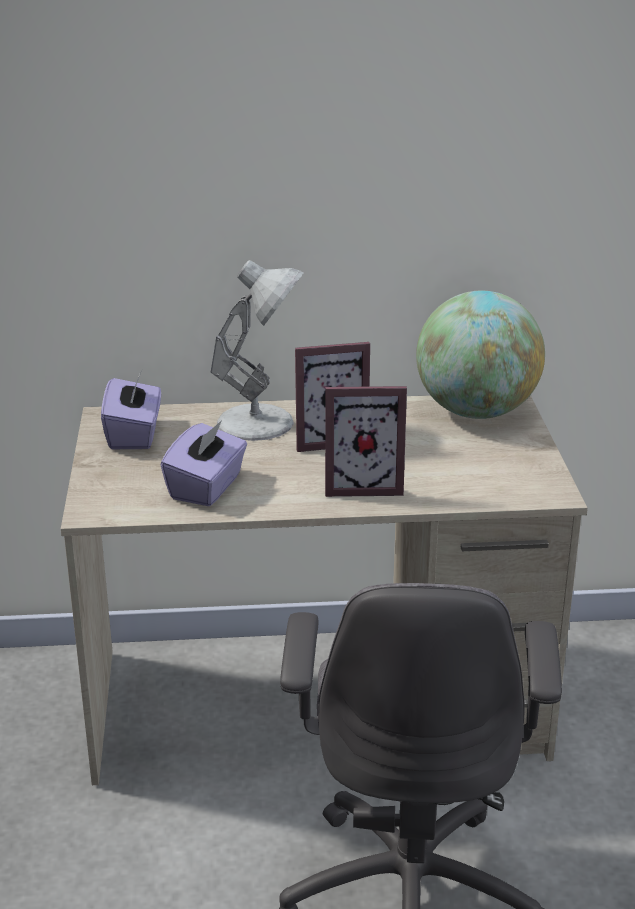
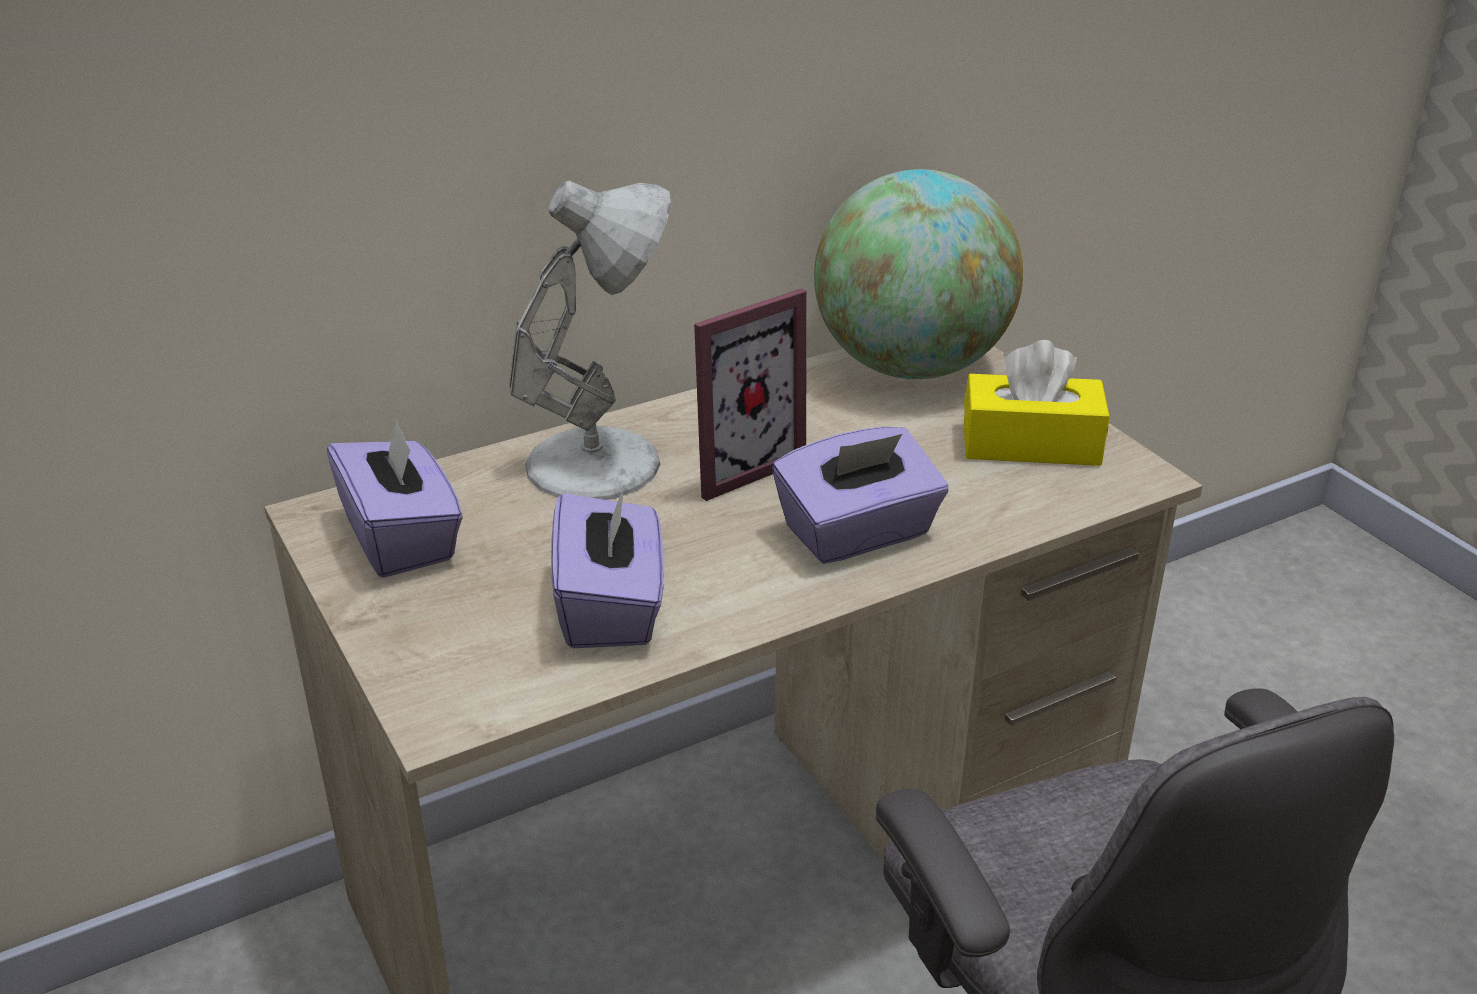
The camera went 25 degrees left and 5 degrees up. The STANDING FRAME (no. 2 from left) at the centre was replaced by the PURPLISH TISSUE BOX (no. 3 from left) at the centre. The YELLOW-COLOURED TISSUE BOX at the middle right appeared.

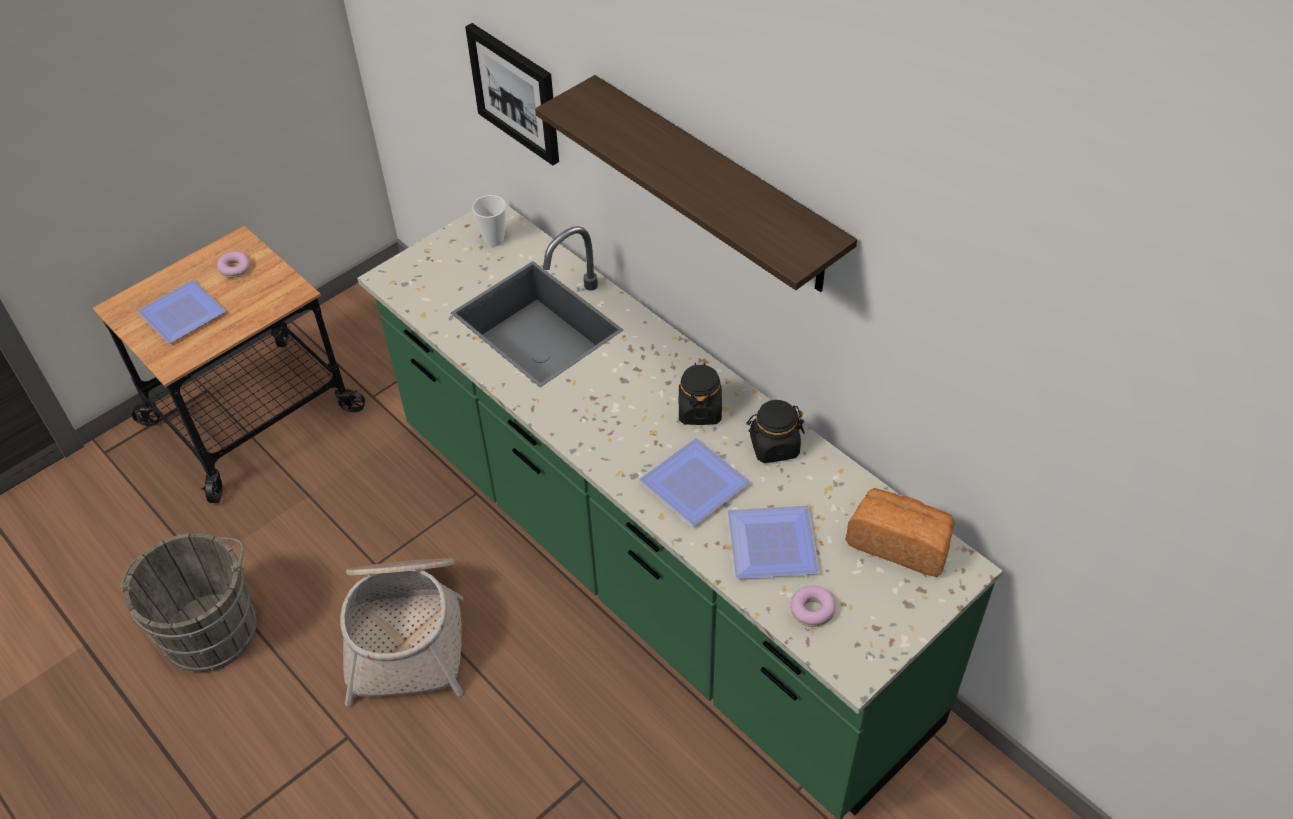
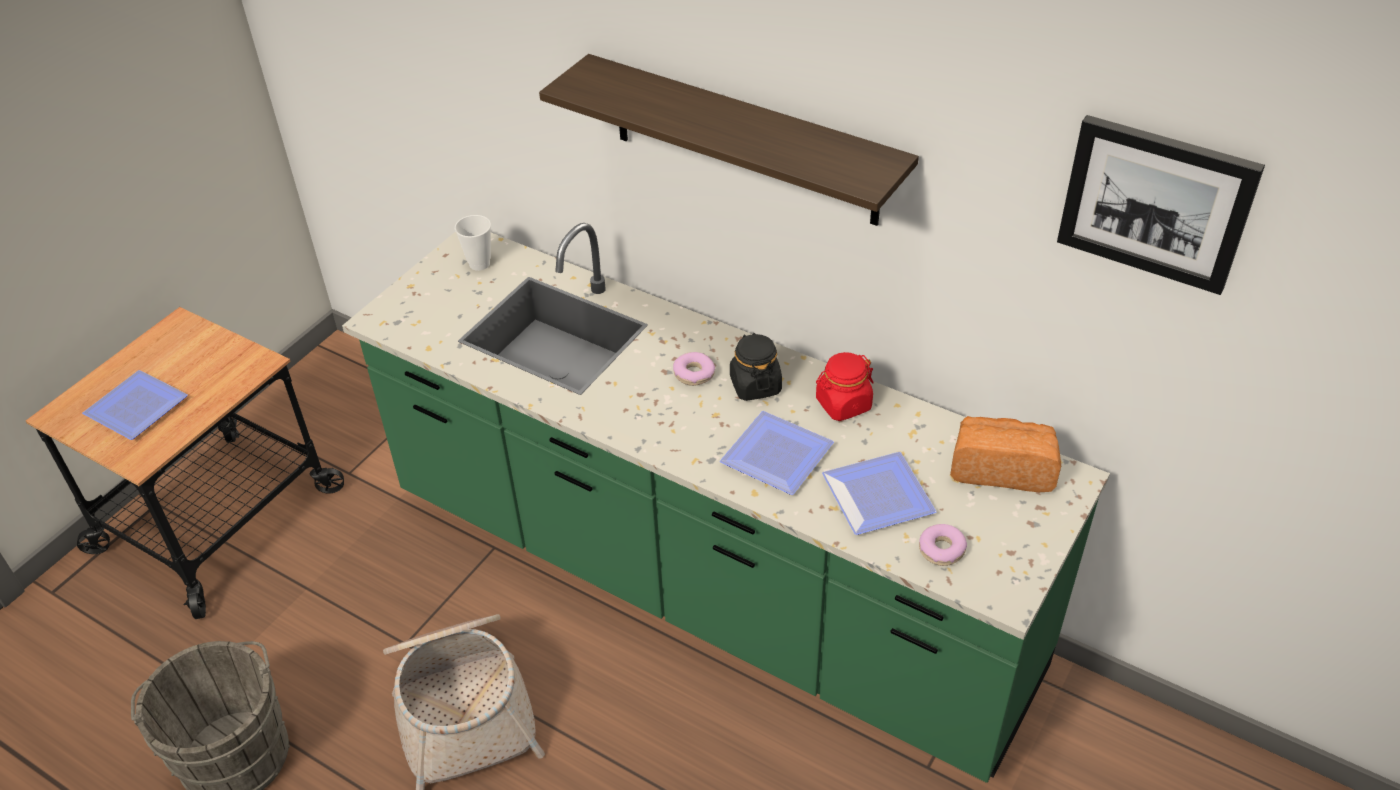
The camera went 15 degrees left and 5 degrees down. The DONUT (no. 1 from left) moved from the top left to the centre. The BLACKISH STORAGE JAR (no. 2 from left) at the centre became the REDDISH STORAGE JAR at the centre. The PICTURE moved from the top centre to the top right.

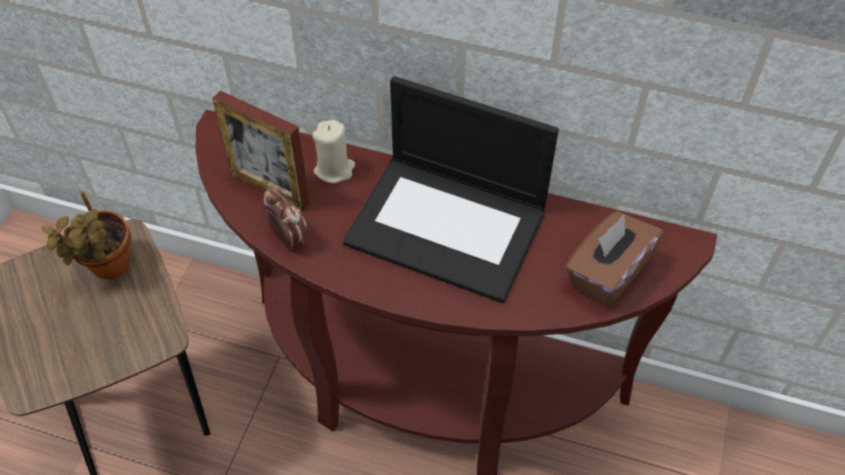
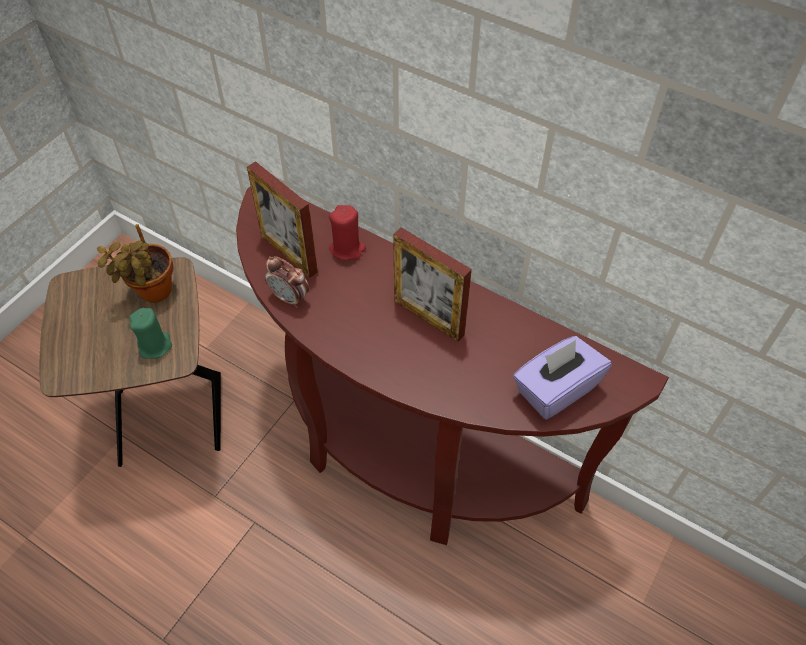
The camera went 15 degrees right and 0 degrees up. The GREENISH WAX LIGHT at the middle left appeared. The TABLE CLOCK at the centre turned 150 degrees clockwise. The BEIGE-COLOURED WAX LIGHT at the top centre became the REDDISH WAX LIGHT at the centre. The NOTEBOOK COMPUTER at the centre was replaced by the STANDING FRAME (no. 2 from left) at the centre. The BROWN TISSUE BOX at the middle right became the PURPLISH TISSUE BOX at the middle right.

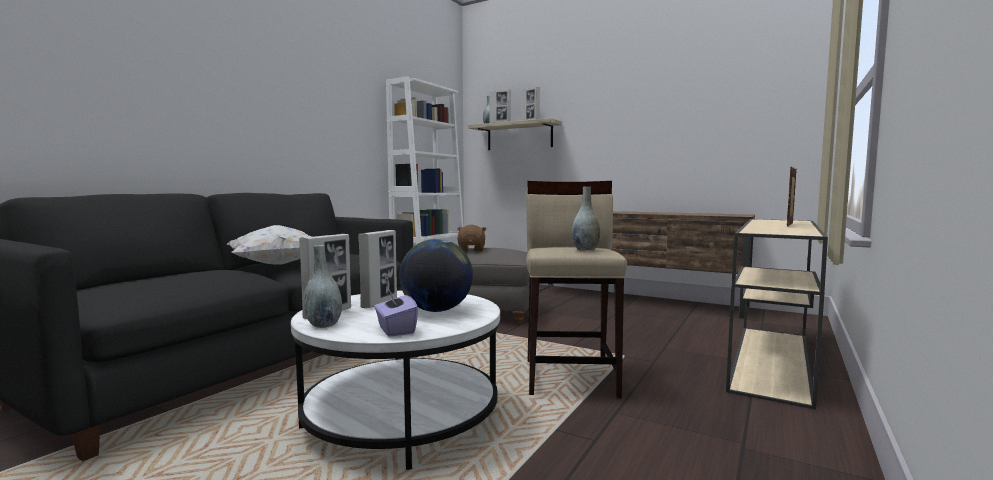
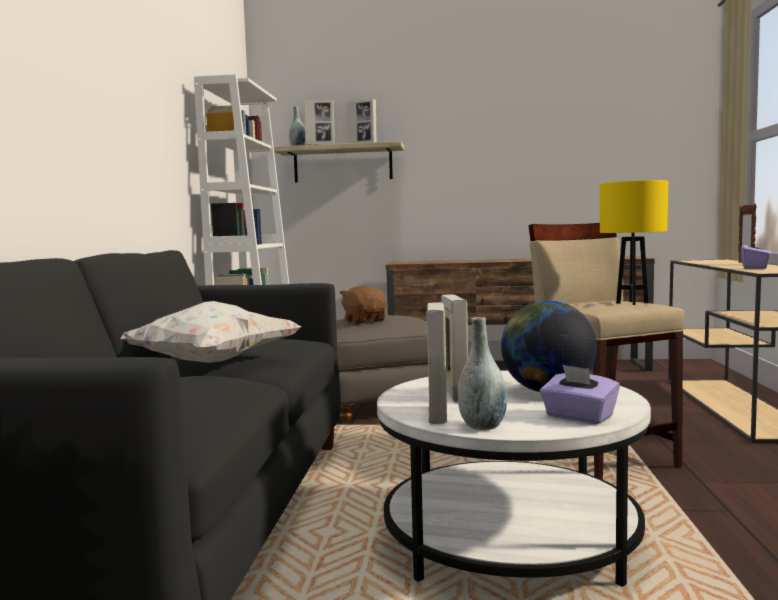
The camera went 25 degrees left and 0 degrees up. The GREY DECORATIVE VASE (no. 3 from left) at the centre was replaced by the YELLOW-COLOURED LAMP FOR A TABLE at the middle right. The PURPLISH TISSUE BOX (no. 2 from left) at the middle right appeared.

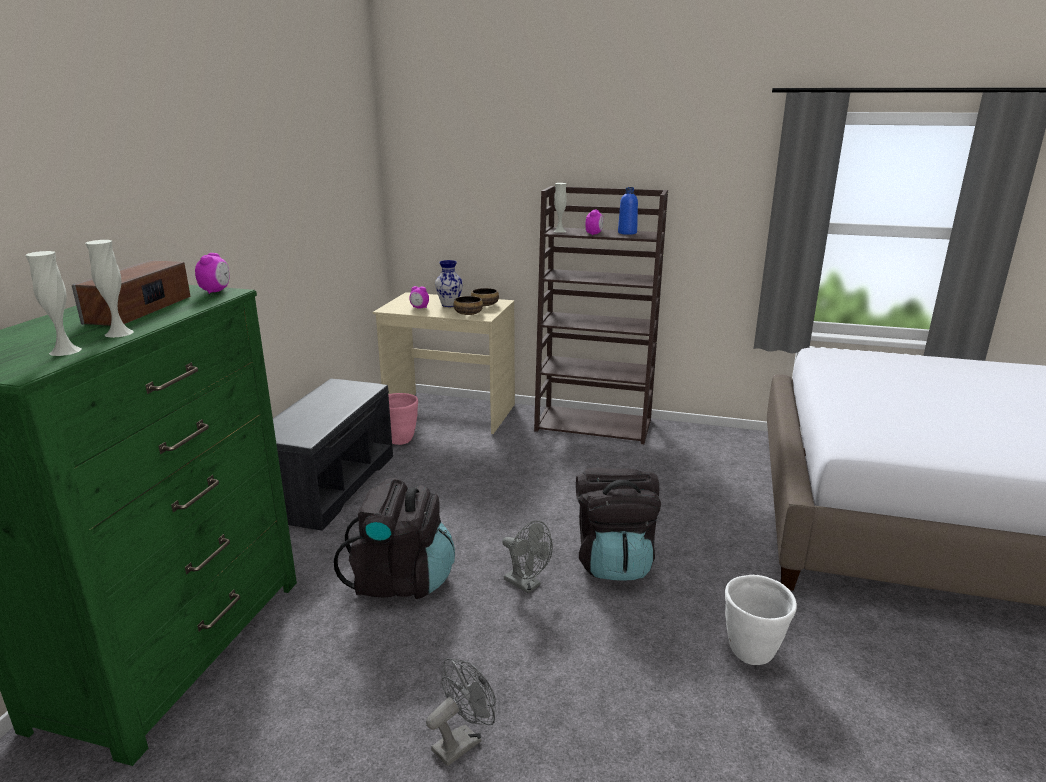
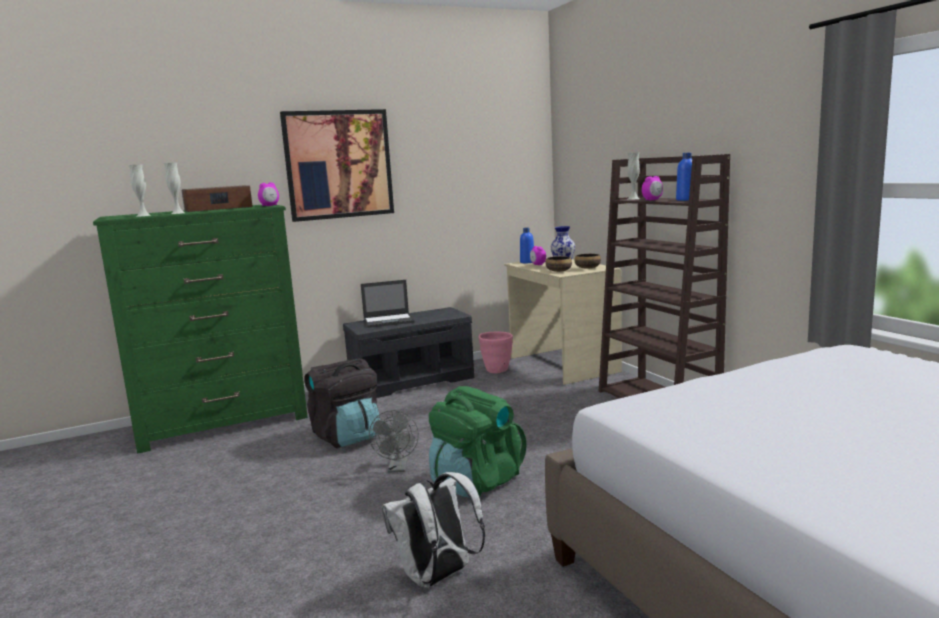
The camera went 50 degrees right and 10 degrees down. The PICTURE at the top centre appeared. The NOTEBOOK COMPUTER at the centre appeared. The WHITE PLANT POT at the bottom right was replaced by the WHITE KNAPSACK at the bottom centre. The BLACKISH KNAPSACK (no. 2 from left) at the bottom centre became the GREENISH KNAPSACK at the bottom centre. The BLUE BOTTLE (no. 1 from left) at the centre appeared. The GREY ELECTRIC FAN (no. 1 from left) at the bottom centre disappeared.

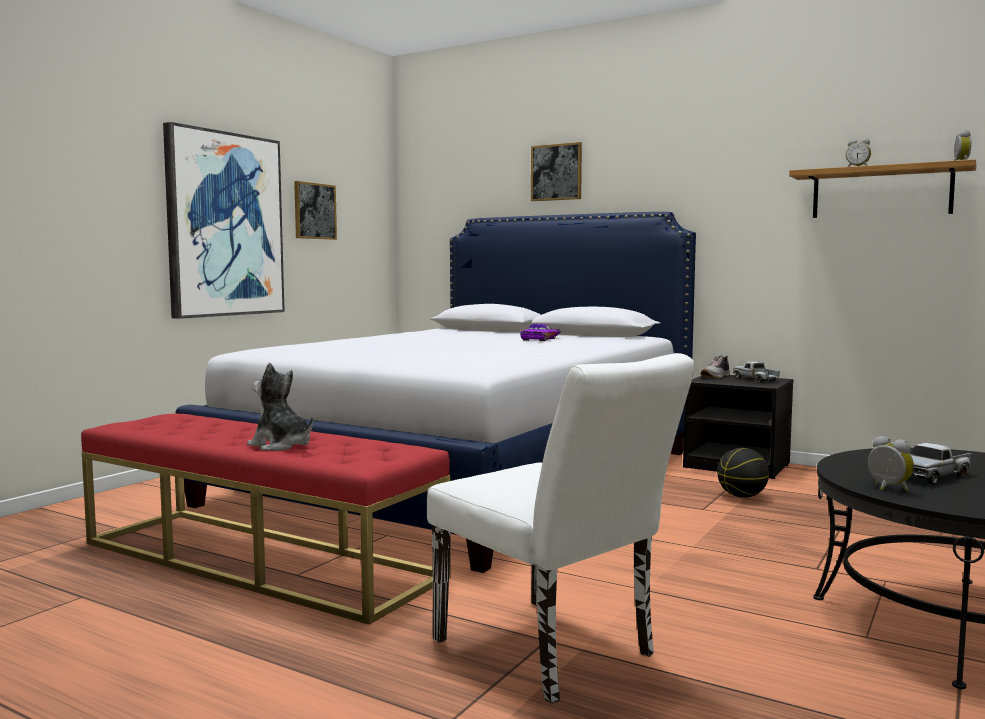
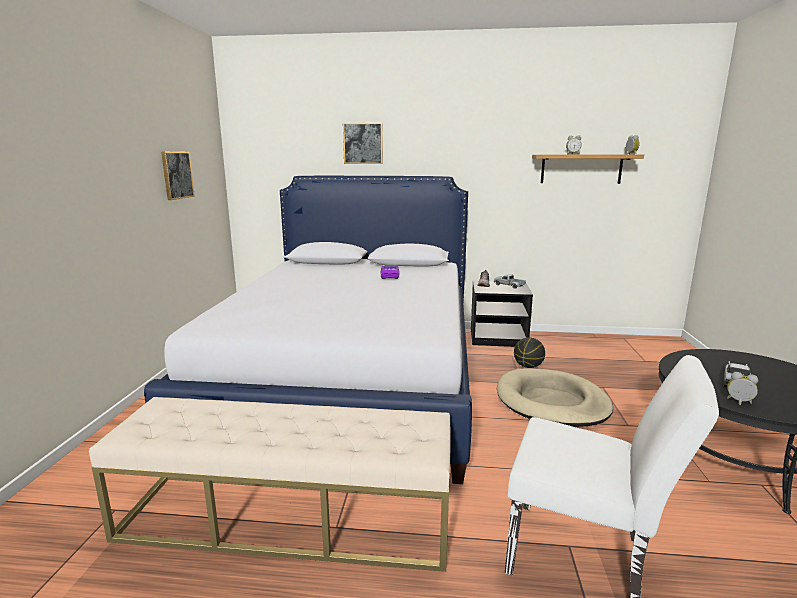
The camera went 25 degrees left and 10 degrees up. The REDDISH BENCH at the bottom left became the BEIGE-COLOURED BENCH at the bottom centre. The BEIGE-COLOURED DOG BED at the middle right appeared. The PICTURE (no. 1 from left) at the top left disappeared. The PLUSH TOY at the middle left disappeared.

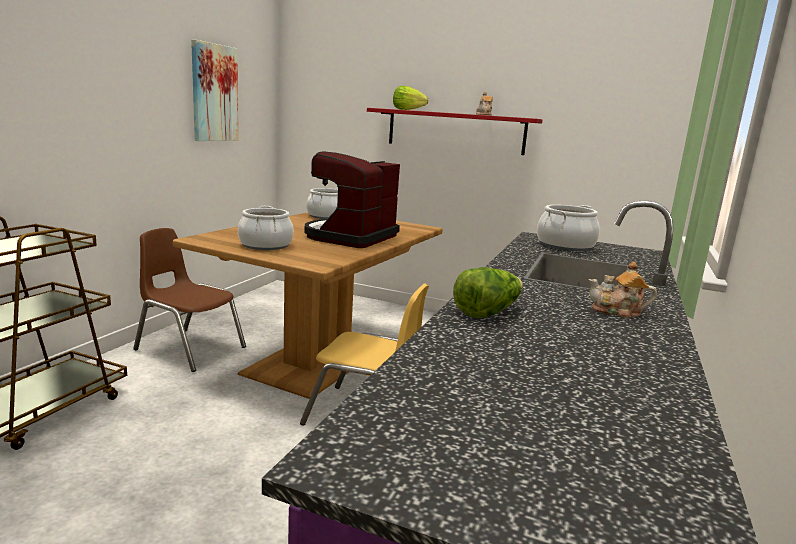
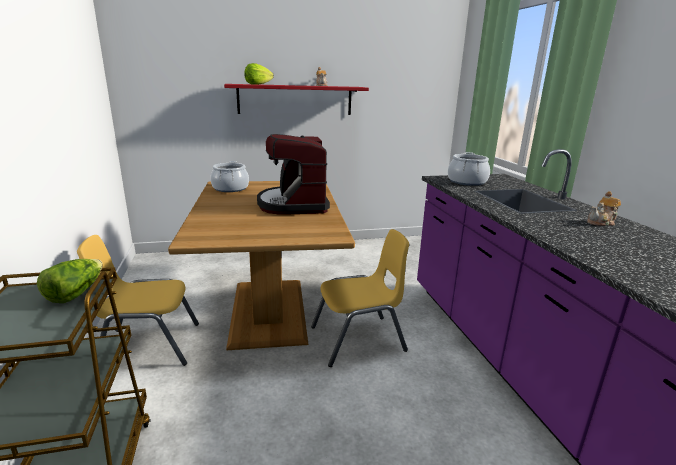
The camera went 35 degrees left and 5 degrees up. The LETTUCE HEAD (no. 2 from left in the first image) moved from the centre to the middle left. The BROWN PLAIN CHAIR at the middle left became the YELLOW-COLOURED PLAIN CHAIR (no. 1 from left) at the middle left. The PICTURE at the top left disappeared. The SAUCEPOT (no. 1 from left) at the centre disappeared.

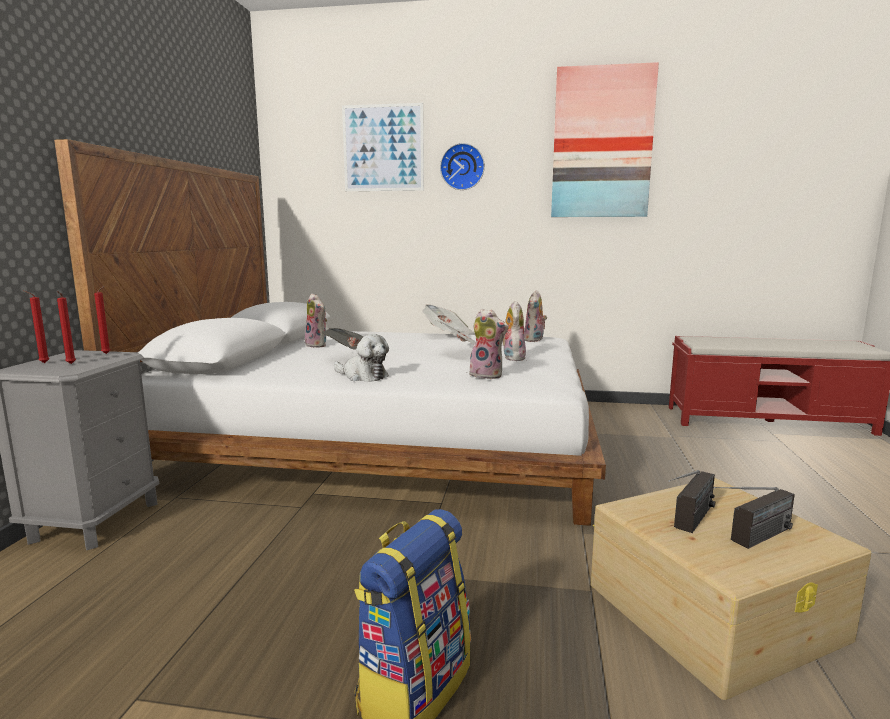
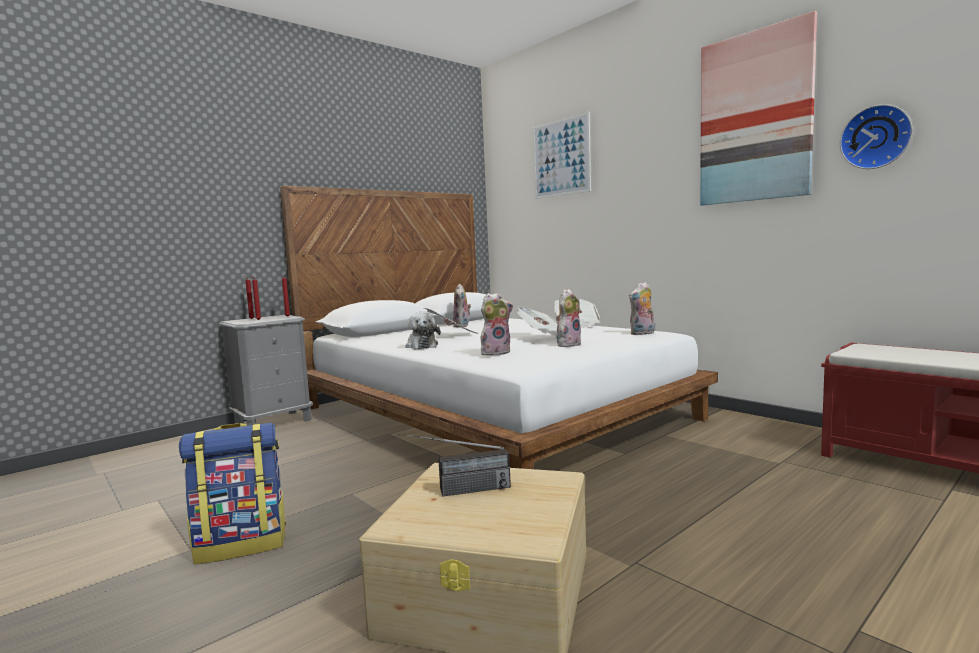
The camera went 40 degrees right and 5 degrees down. The PLUSH TOY (no. 3 from left) at the centre turned 90 degrees counterclockwise. The WALL CLOCK moved from the top centre to the top right. The RADIO RECEIVER (no. 2 from left) at the bottom right disappeared.

